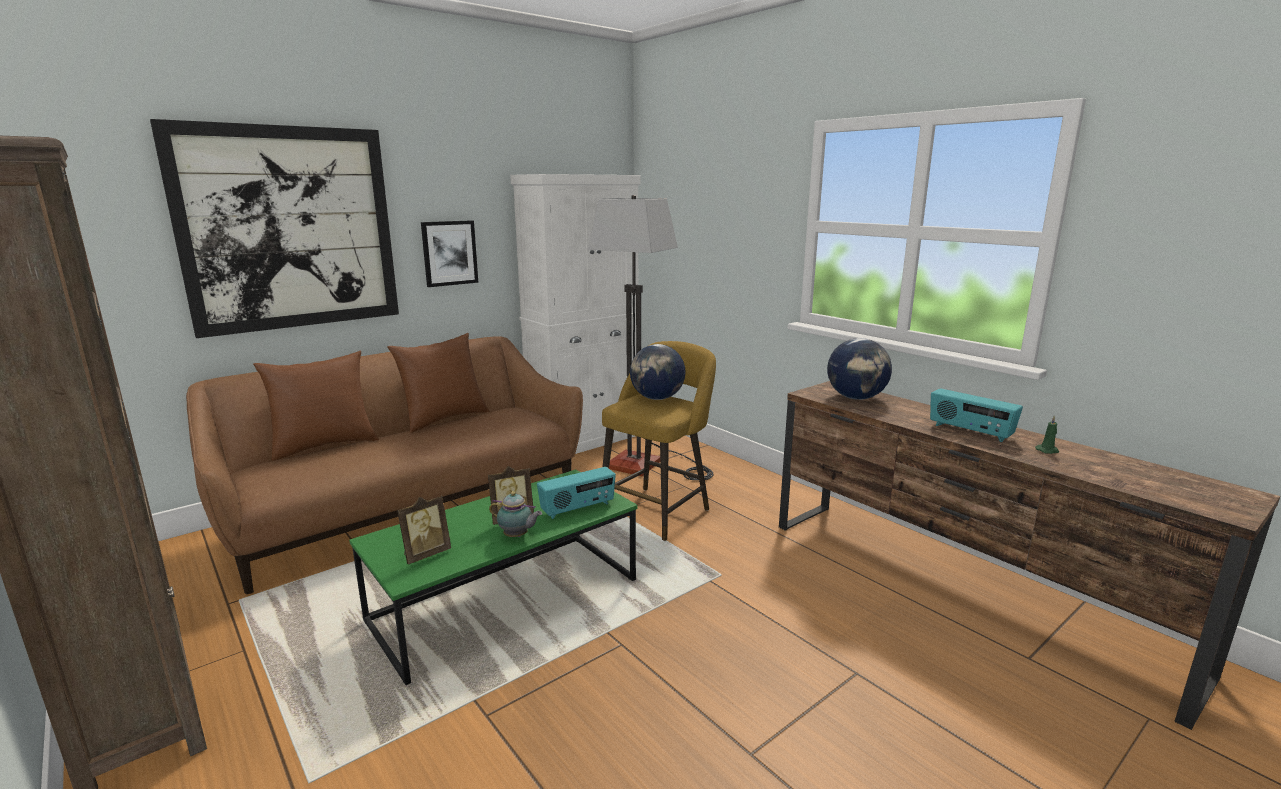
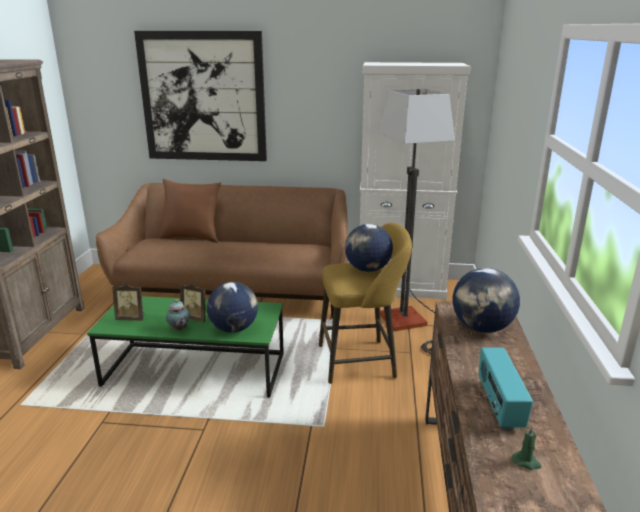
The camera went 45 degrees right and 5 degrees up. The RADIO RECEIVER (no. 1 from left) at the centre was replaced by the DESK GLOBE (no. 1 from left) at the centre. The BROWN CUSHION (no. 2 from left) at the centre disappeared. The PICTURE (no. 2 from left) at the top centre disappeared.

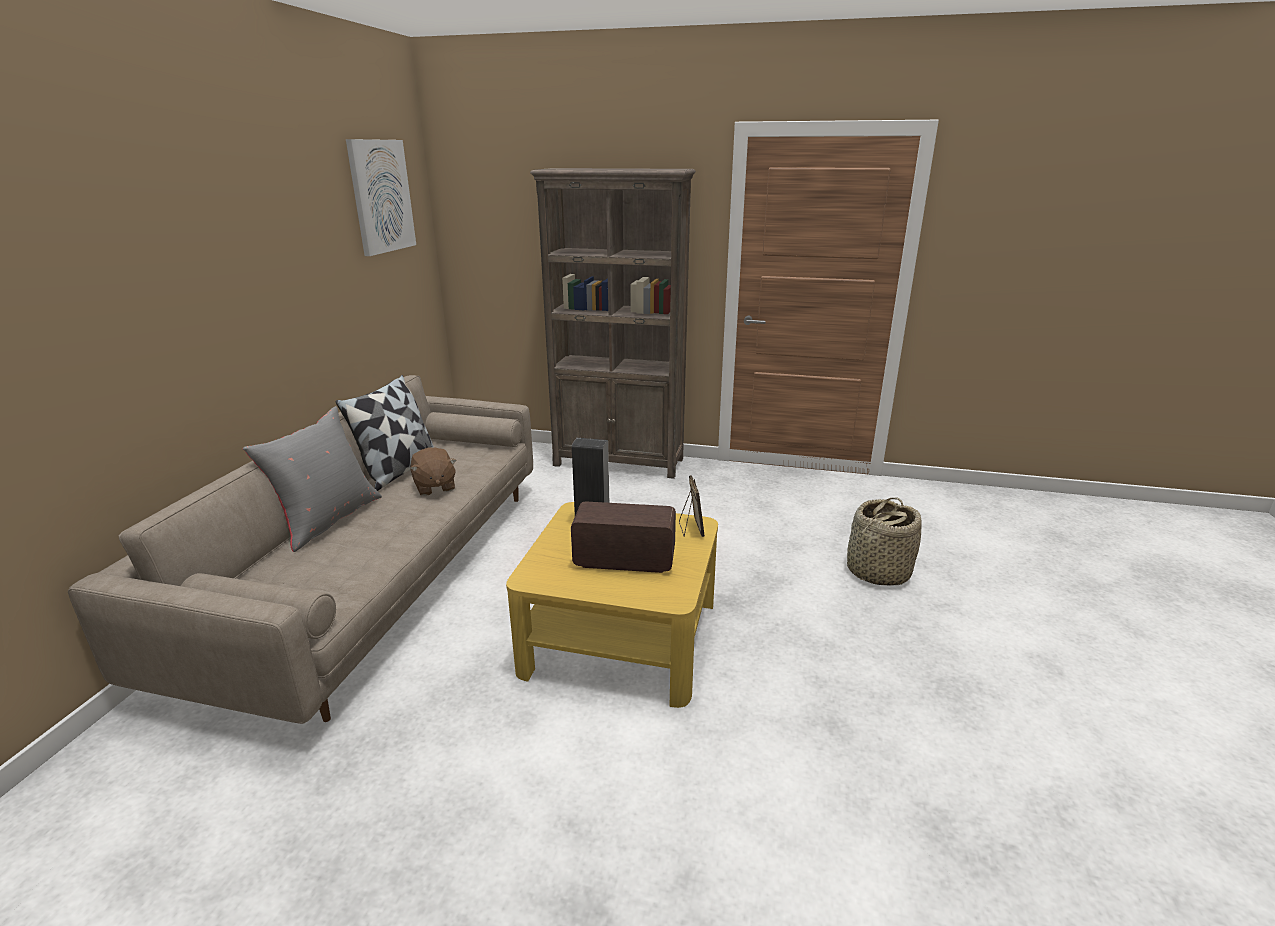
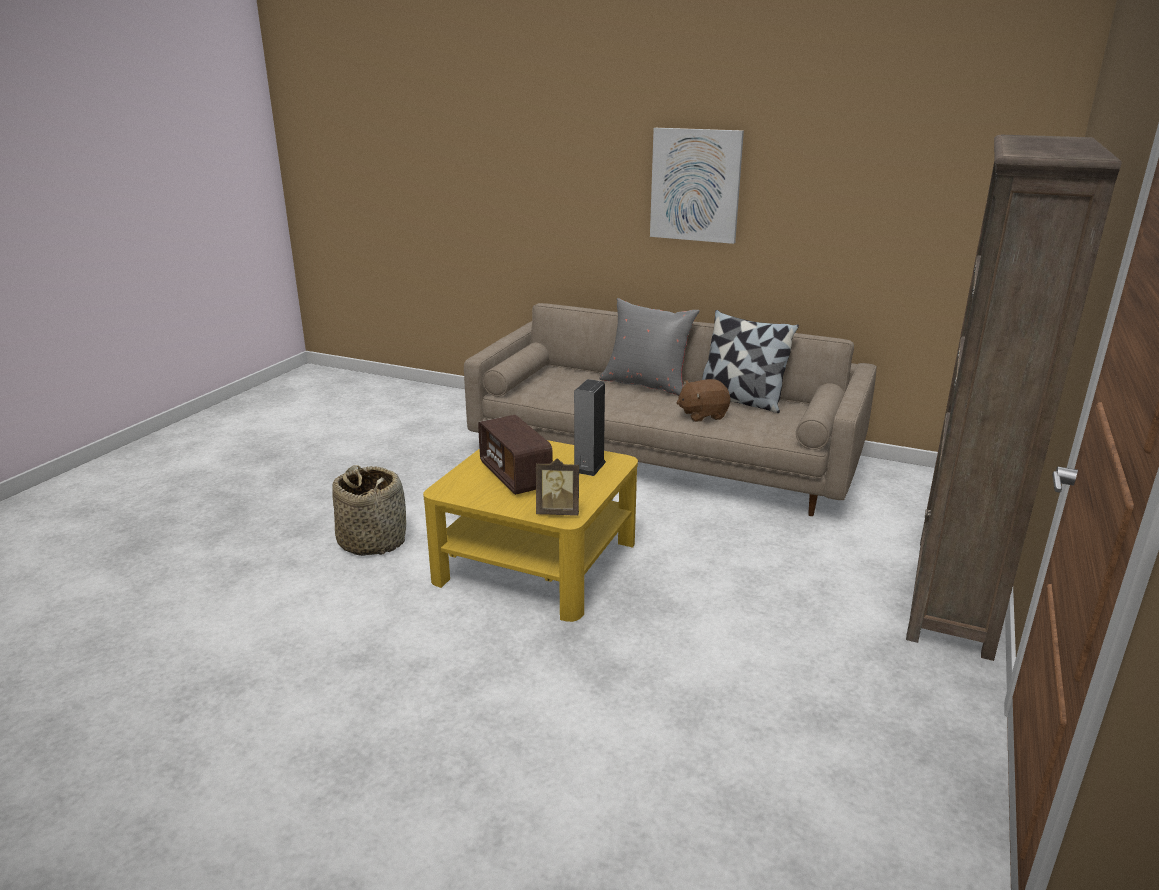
The camera went 100 degrees right and 0 degrees up. The BASKET moved from the middle right to the middle left. The RADIO RECEIVER at the centre turned 135 degrees clockwise. The PICTURE moved from the top left to the top centre.

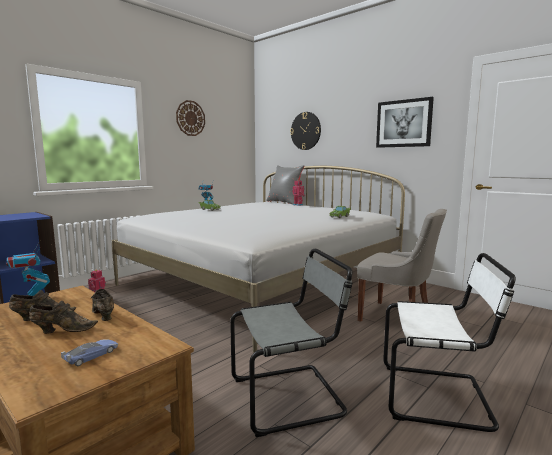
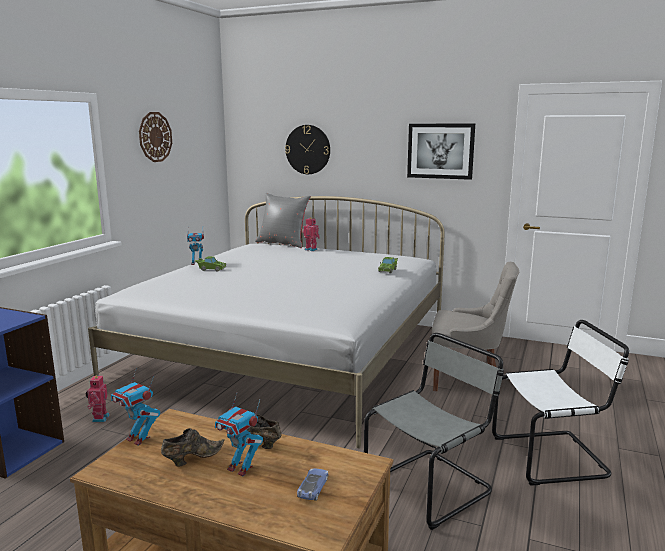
The camera went 20 degrees left and 5 degrees up. The BROWN ITEM OF FOOTWEAR (no. 2 from left) at the bottom left was replaced by the TOY ROBOT (no. 4 from left) at the bottom centre.

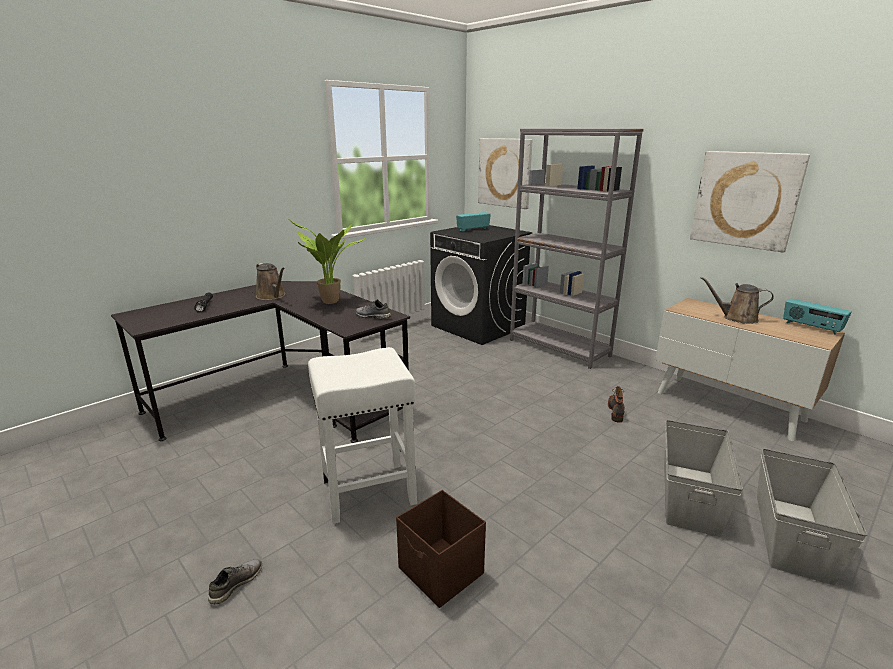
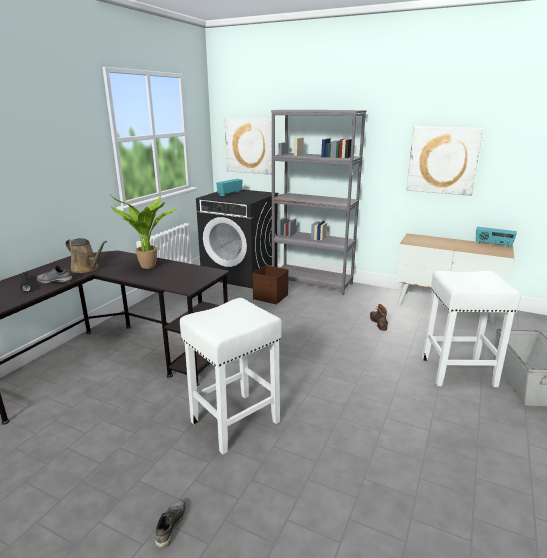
The camera went 20 degrees left and 0 degrees up. The GREY ITEM OF FOOTWEAR (no. 2 from left in the first image) moved from the centre to the middle left. The BROWN STORAGE CONTAINER moved from the bottom centre to the centre. The GREY STORAGE CONTAINER (no. 1 from left) at the bottom right was replaced by the WHITE STOOL SEAT (no. 2 from left) at the middle right. The BROWN WATERING POT (no. 2 from left) at the middle right disappeared.

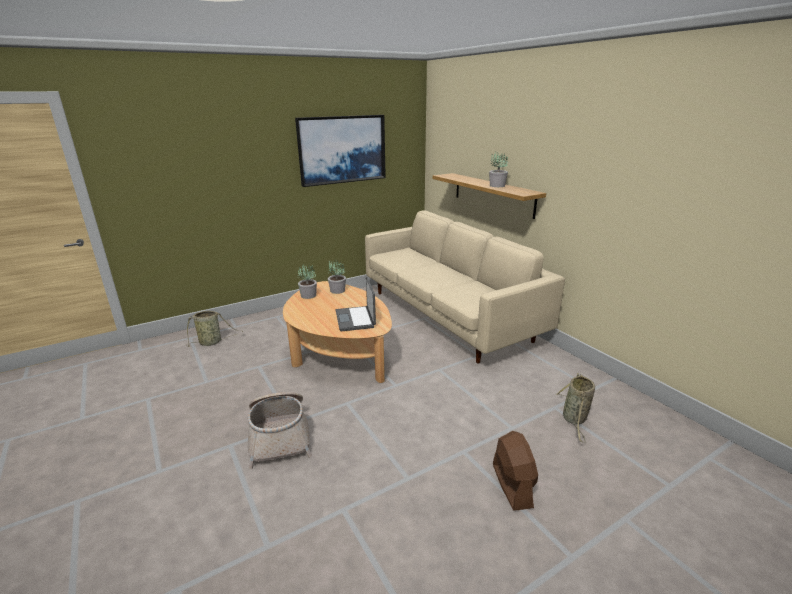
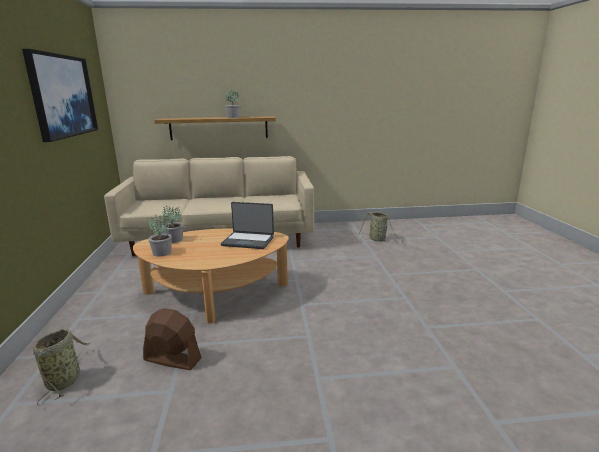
The camera went 65 degrees left and 5 degrees down. The BROWN ELECTRIC FAN moved from the bottom centre to the bottom left. The BASKET (no. 2 from left) at the bottom centre disappeared.

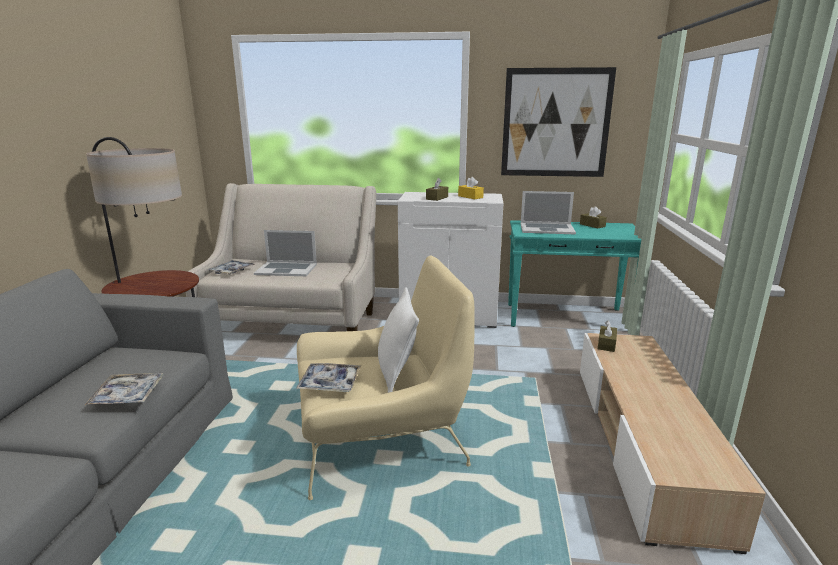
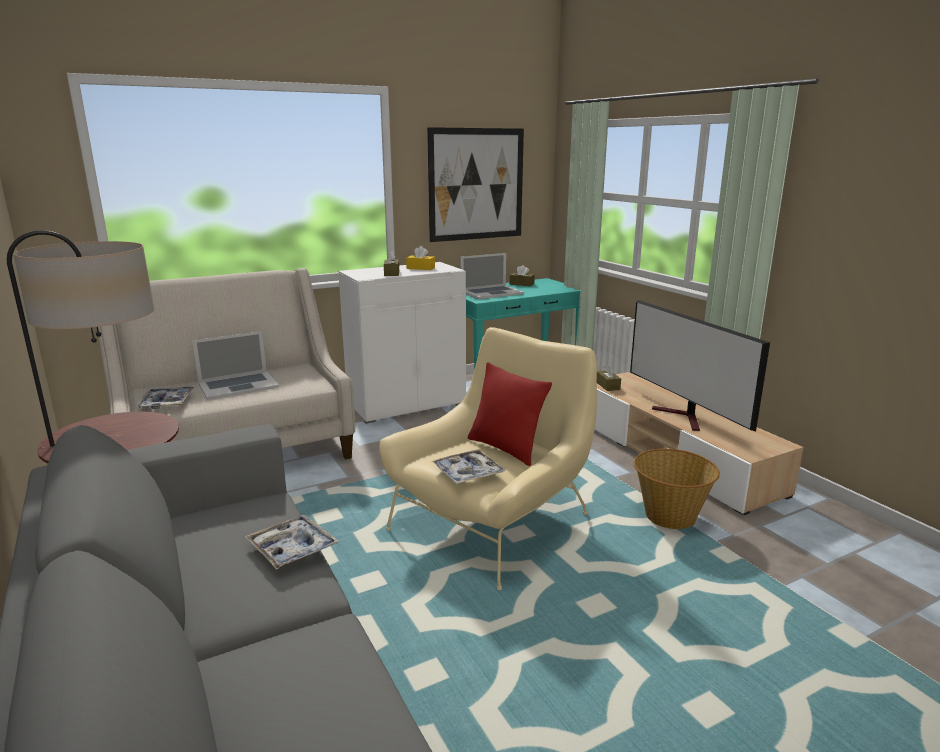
The camera went 35 degrees left and 0 degrees up. The WHITE CUSHION at the centre became the REDDISH CUSHION at the centre. The TELEVISION at the middle right appeared. The BASKET at the middle right appeared.

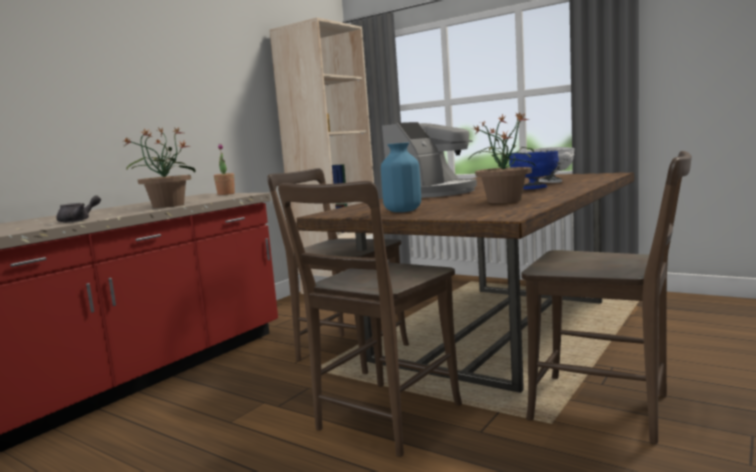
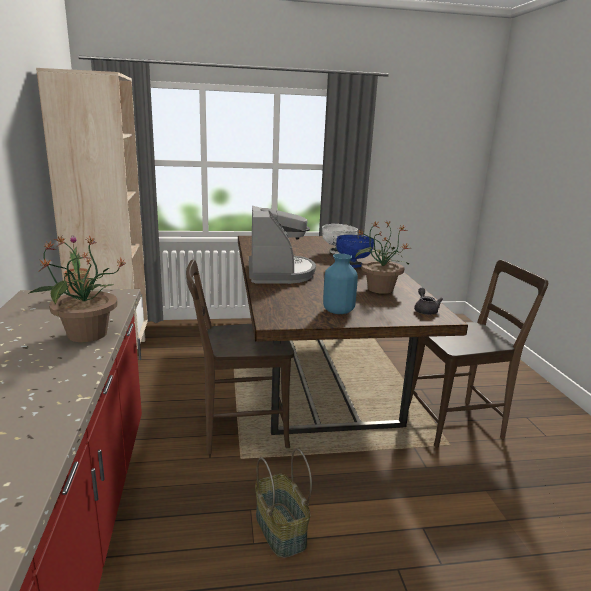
The camera went 45 degrees left and 10 degrees up. The BASKET at the bottom centre appeared. The GREY TEAPOT moved from the middle left to the middle right. The BROWN PLAIN CHAIR (no. 2 from left) at the bottom centre disappeared.

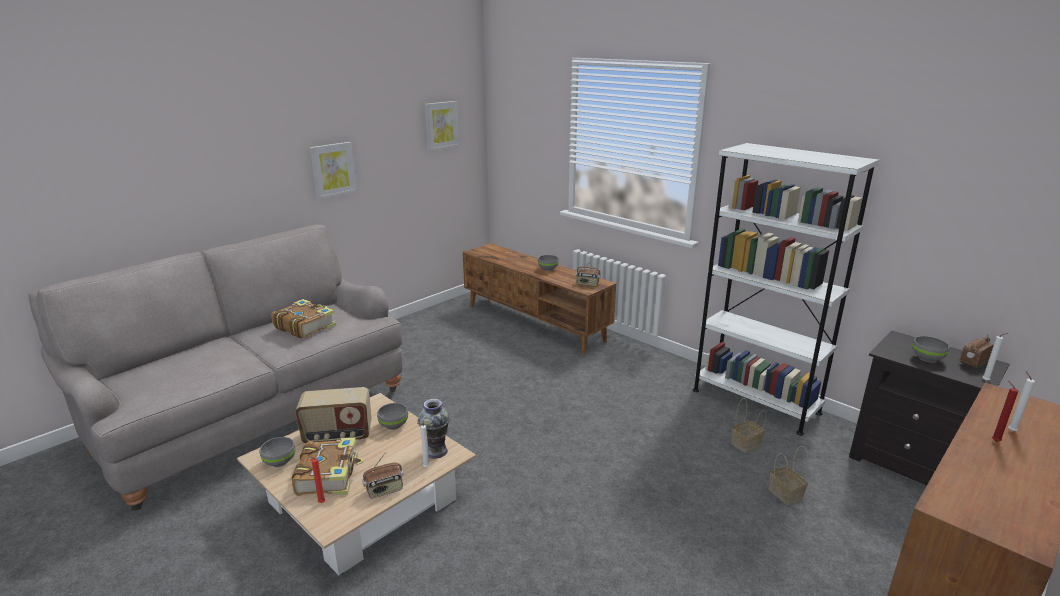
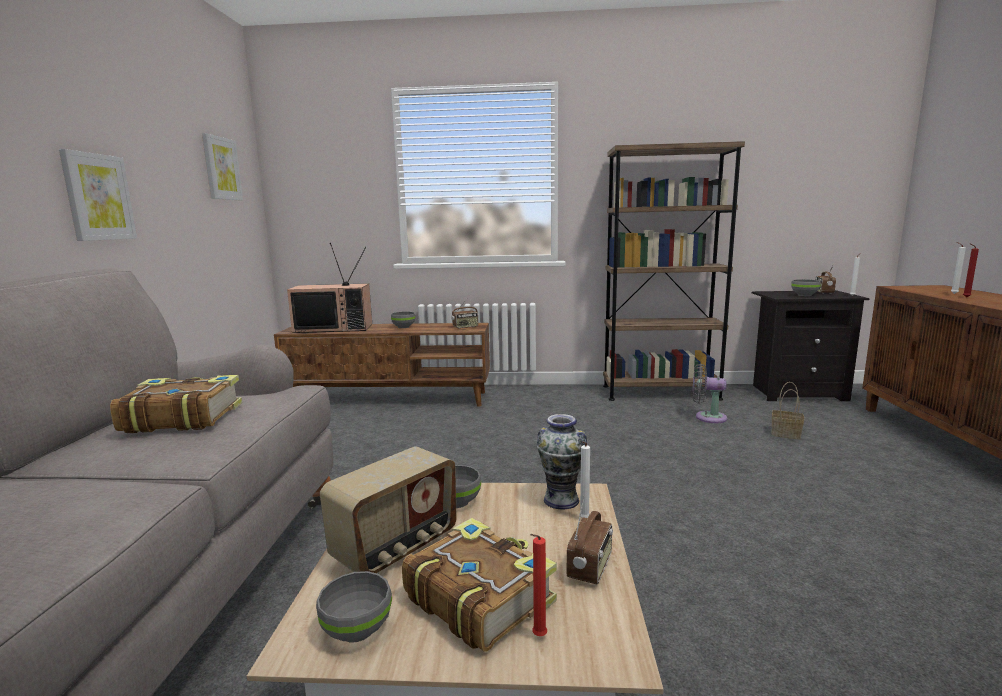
The camera went 40 degrees left and 10 degrees down. The TELEVISION at the middle left appeared. The WHITE BOOKSHELF at the middle right became the BROWN BOOKSHELF at the middle right. The BASKET (no. 1 from left) at the bottom right was replaced by the GREY ELECTRIC FAN at the middle right.

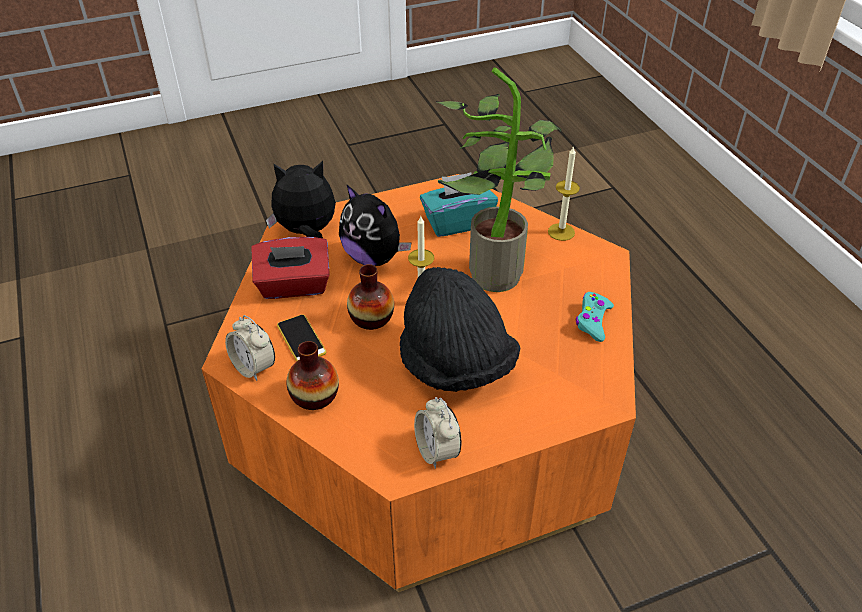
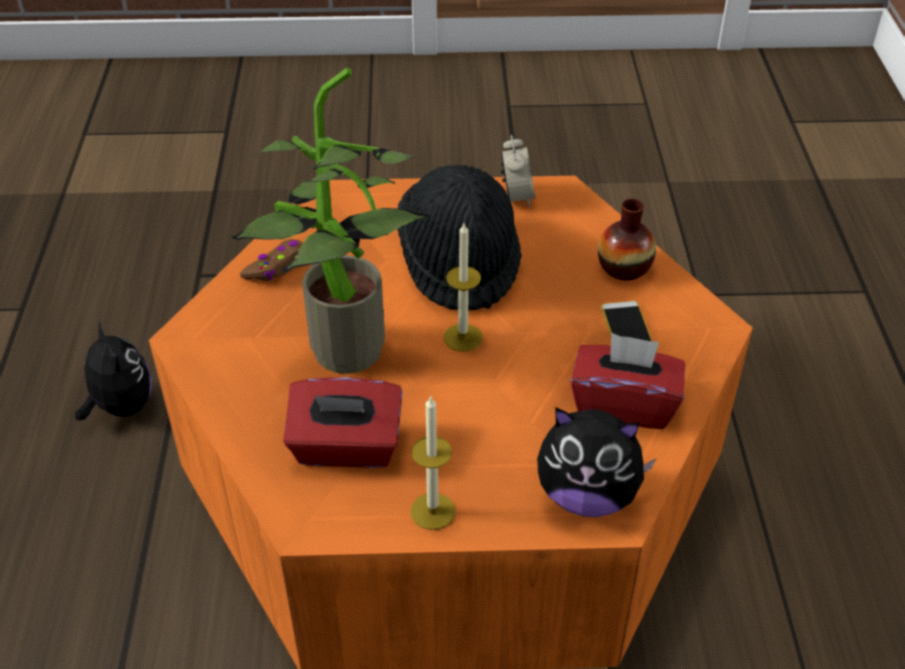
The camera went 160 degrees left and 0 degrees up. The PLUSH TOY (no. 2 from left in the first image) moved from the centre to the middle left. The TURQUOISE-COLOURED JOYPAD at the middle right became the BROWN JOYPAD at the middle left. The TURQUOISE-COLOURED TISSUE BOX at the centre became the REDDISH TISSUE BOX (no. 1 from left) at the centre. The WAX LIGHT (no. 2 from left in the first image) moved from the top centre to the bottom centre. The TABLE CLOCK (no. 1 from left) at the middle left disappeared. The DECORATIVE VASE (no. 2 from left) at the centre disappeared.

